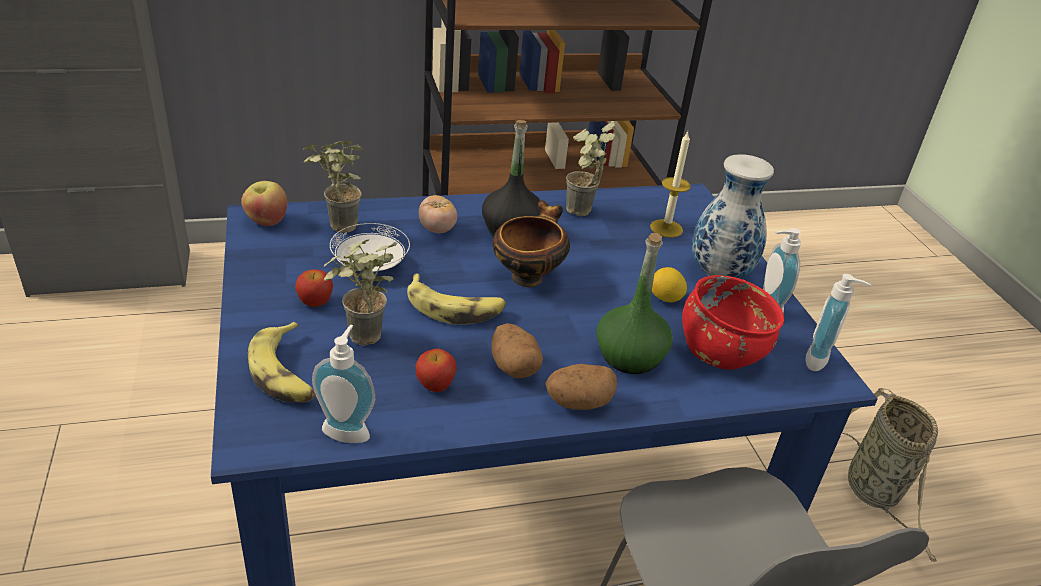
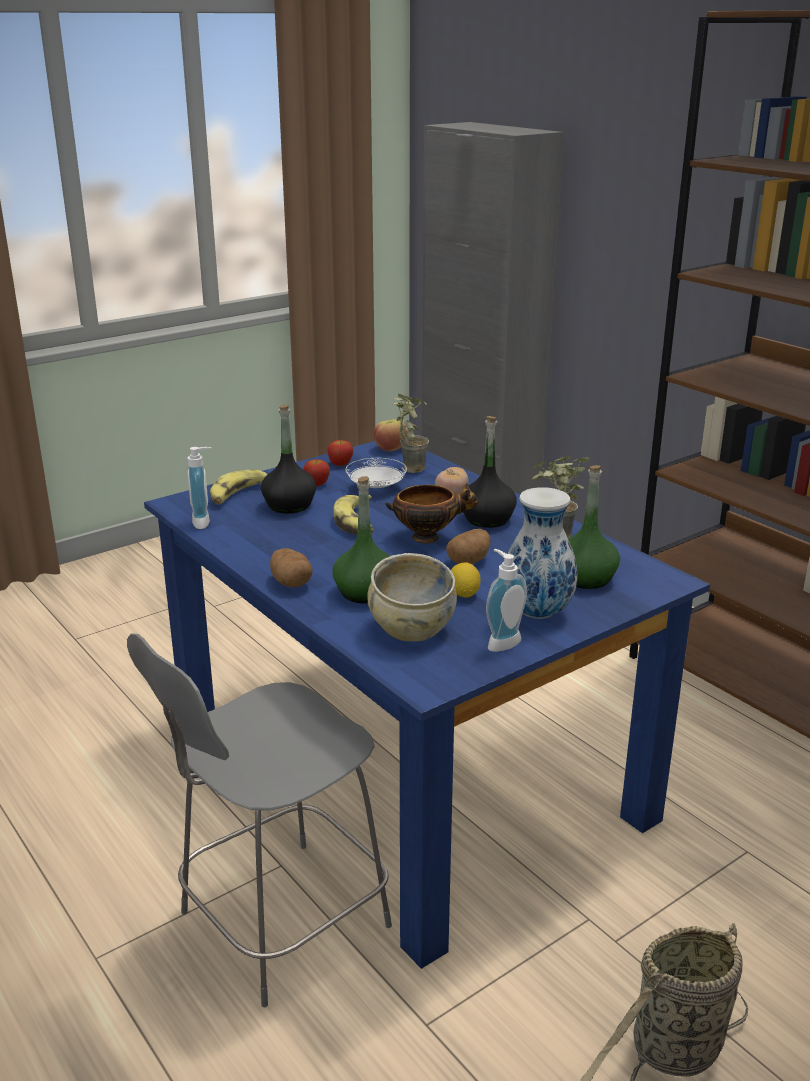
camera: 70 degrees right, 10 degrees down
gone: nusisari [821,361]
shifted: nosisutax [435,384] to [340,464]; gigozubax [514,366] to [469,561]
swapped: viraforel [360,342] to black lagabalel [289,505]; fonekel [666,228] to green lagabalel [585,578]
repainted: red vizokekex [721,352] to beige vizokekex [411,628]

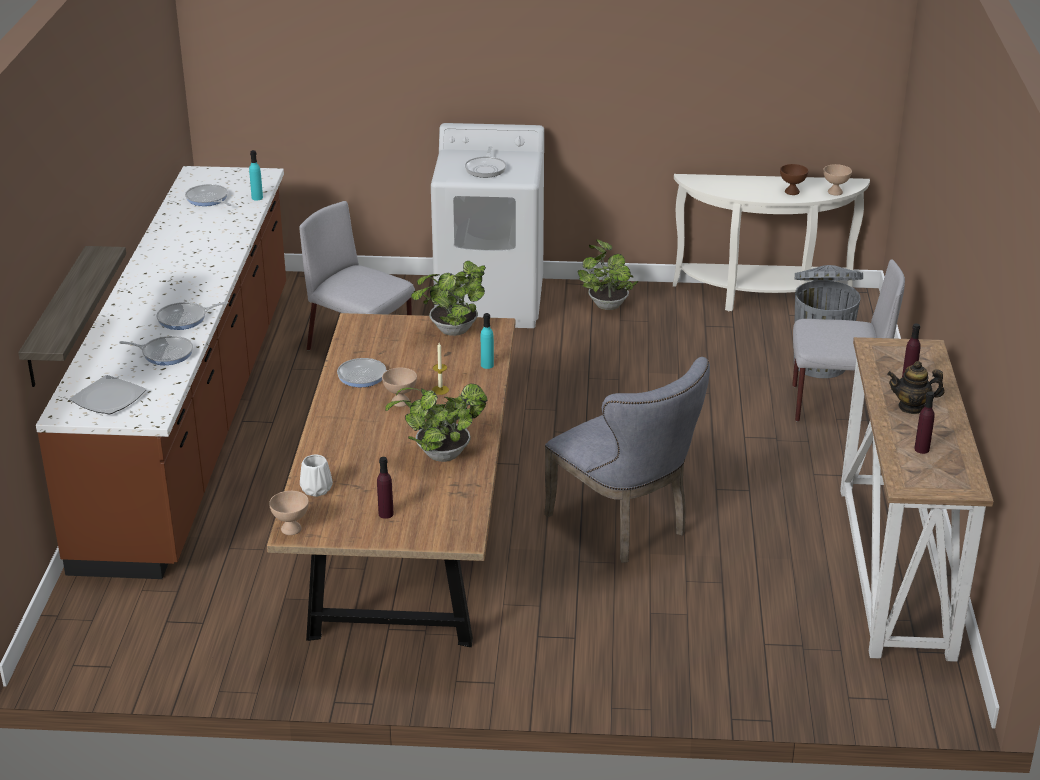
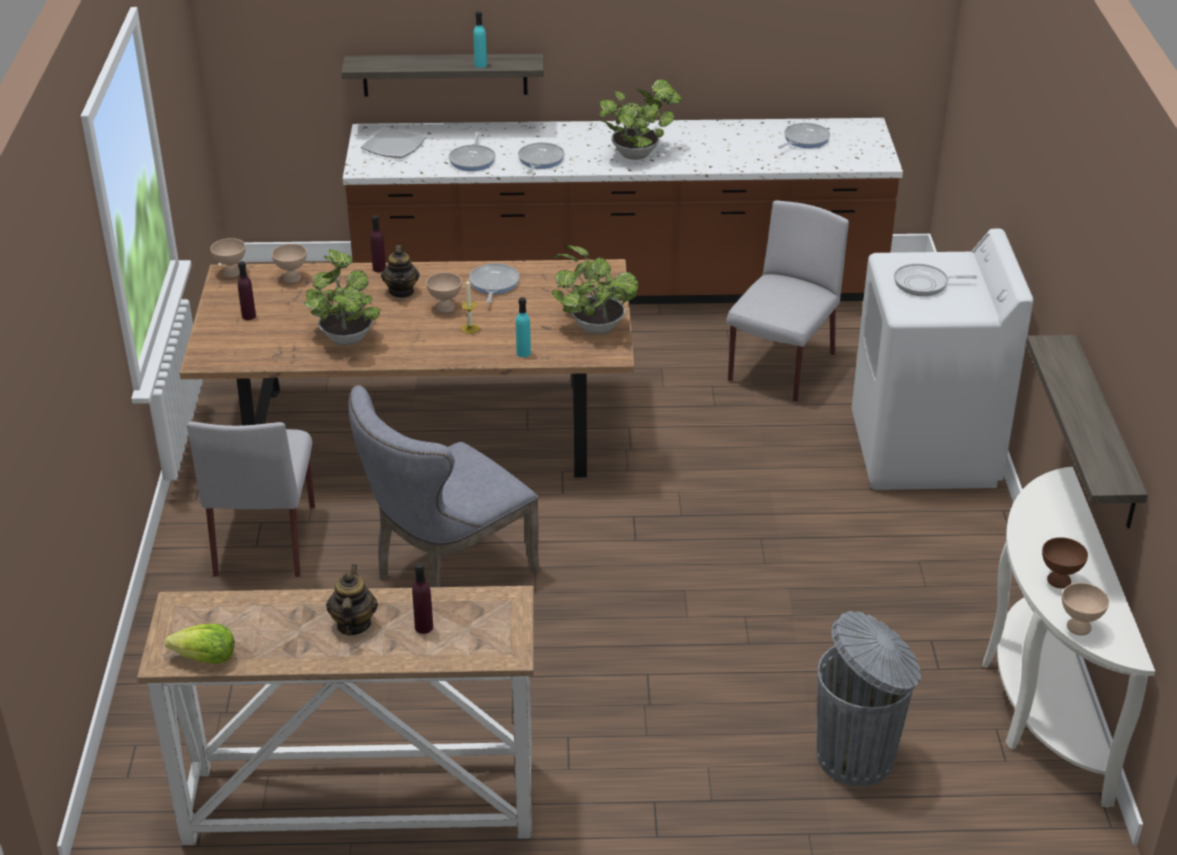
camera: 85 degrees right, 5 degrees up
new: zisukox [206,659]; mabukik [401,291]; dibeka [1104,433]
shifted: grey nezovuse [836,405] to [265,539]; purple lagabalel [921,449] to [379,268]; turquoise lagabalel [257,198] to [480,65]; viraforel [606,304] to [638,154]
swapped: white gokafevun [315,489] to beige vizokekex [291,278]
rotated: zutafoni [185,319] = [540,160] 45 degrees clockwise

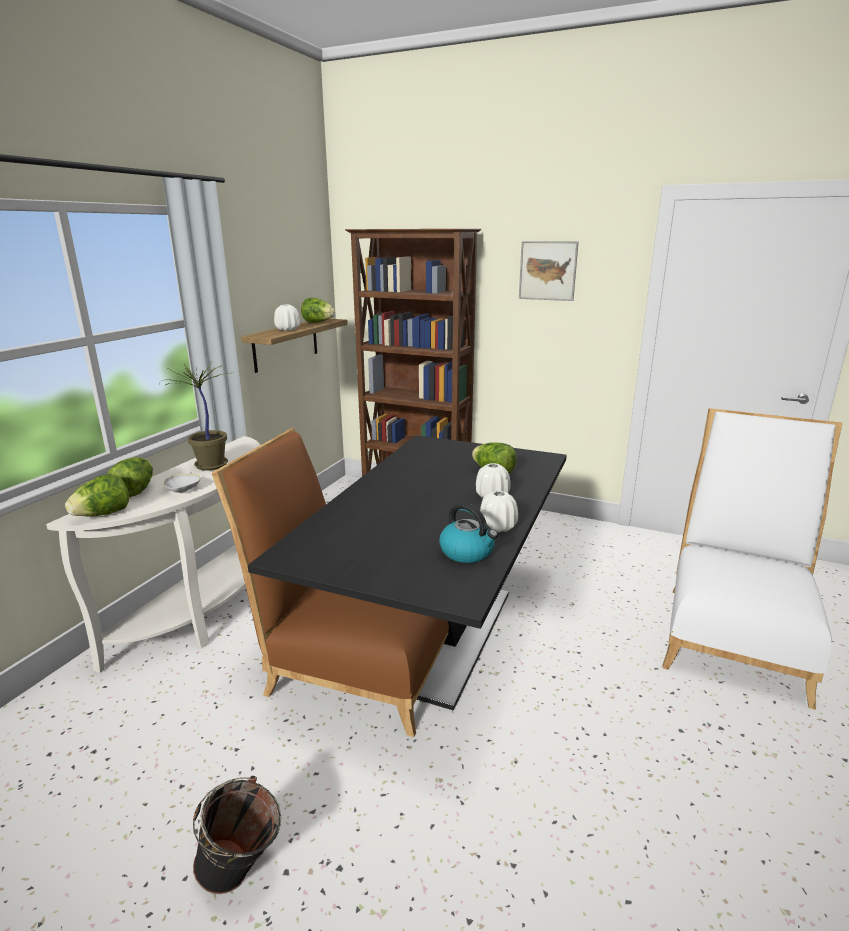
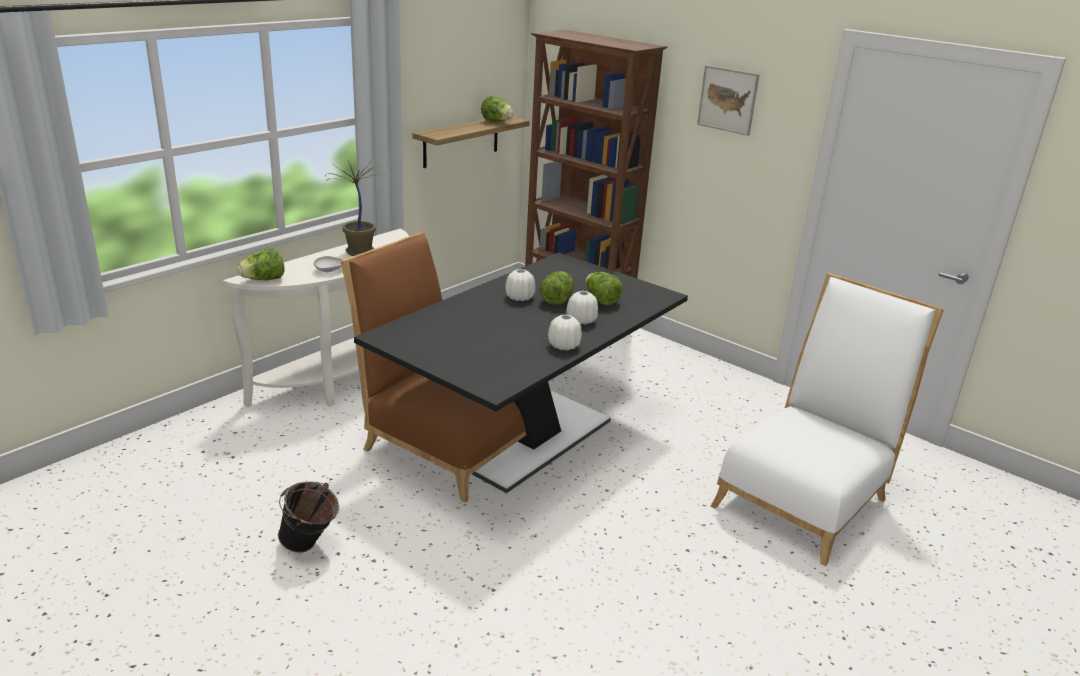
camera: 15 degrees right, 5 degrees up
gone: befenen [468,552]
shifted: white gokafevun [287,329] to [519,297]; zisukox [135,490] to [557,300]

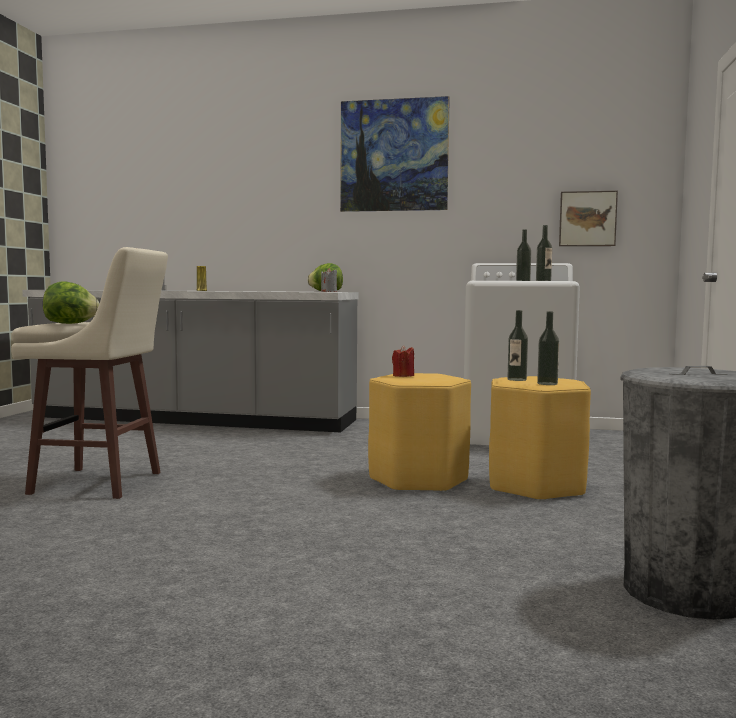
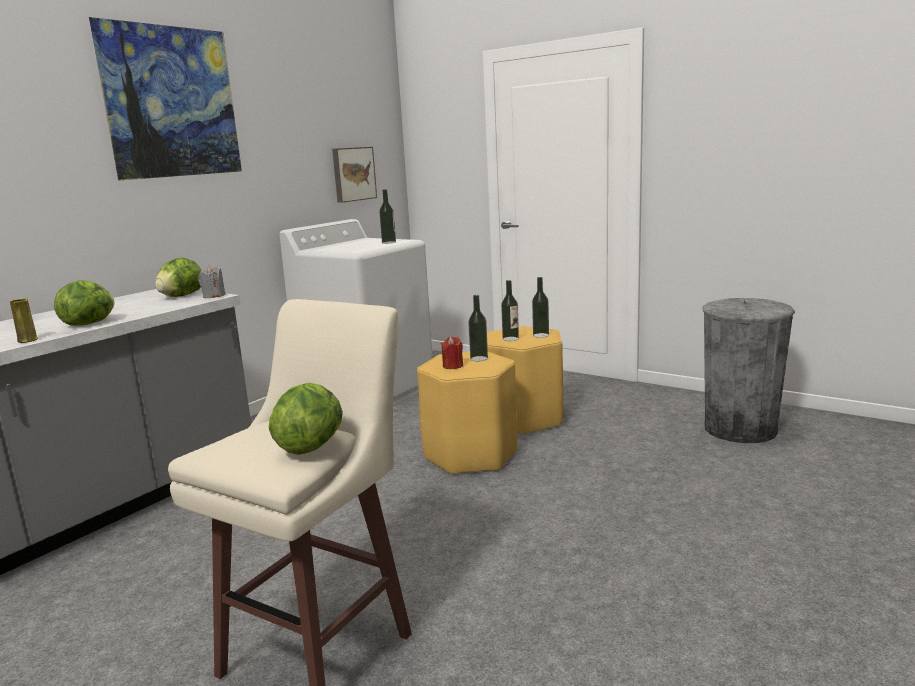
camera: 65 degrees left, 10 degrees up
new: zisukox [90,323]
shifted: lagabalel [523,281] to [479,358]

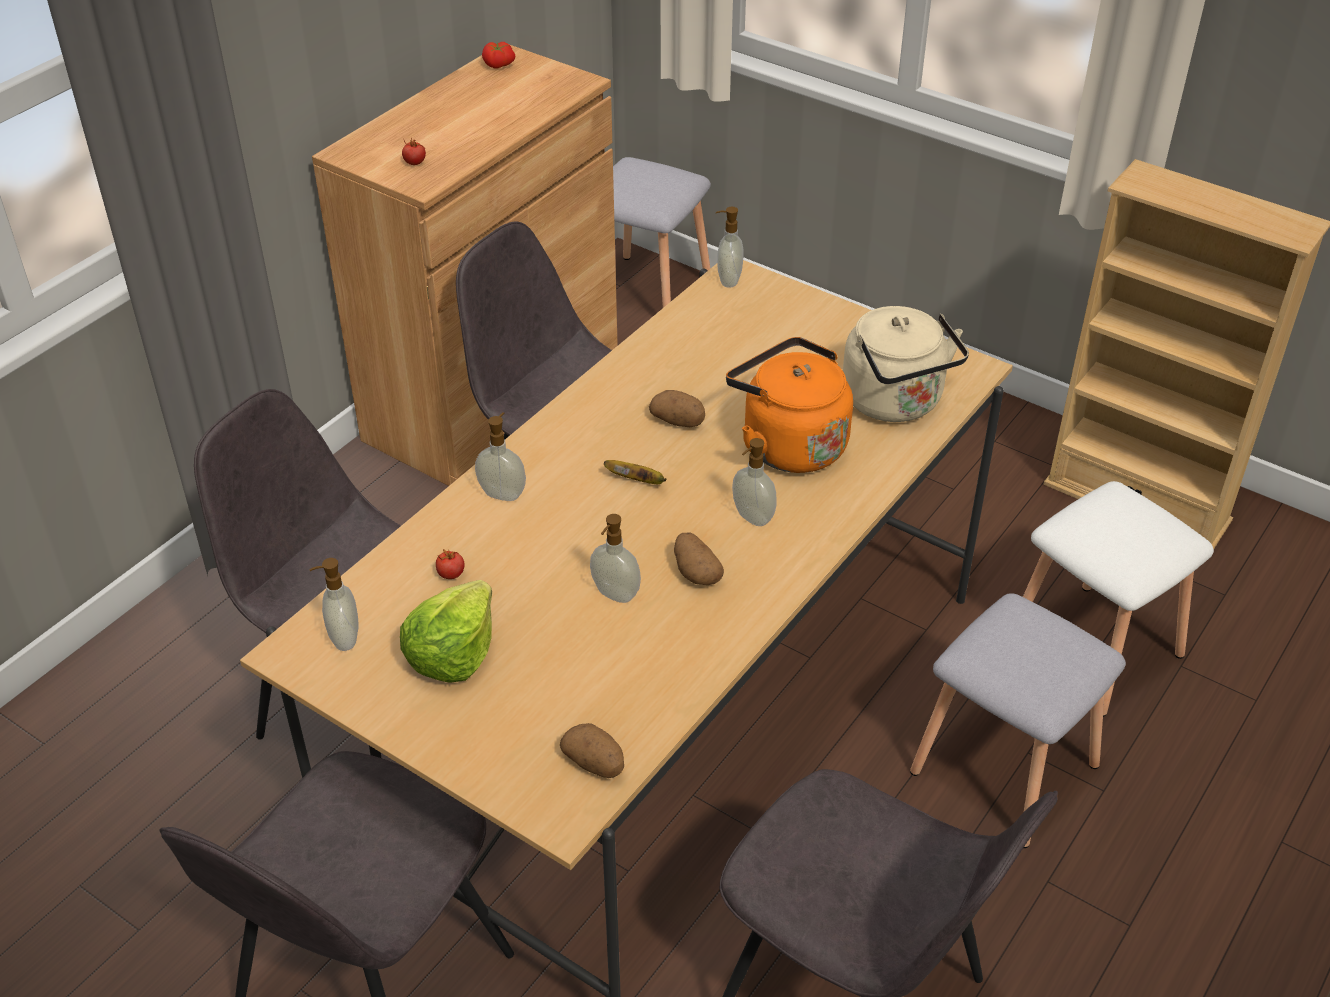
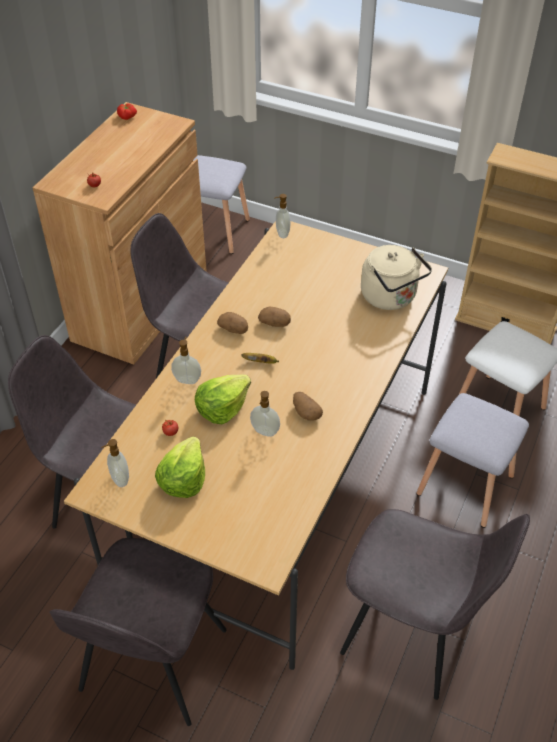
camera: 10 degrees left, 5 degrees up
gone: orange befenen [788,444]; nusisari [751,517]
new: zisukox [222,408]
shifted: gigozubax [595,763] to [234,329]

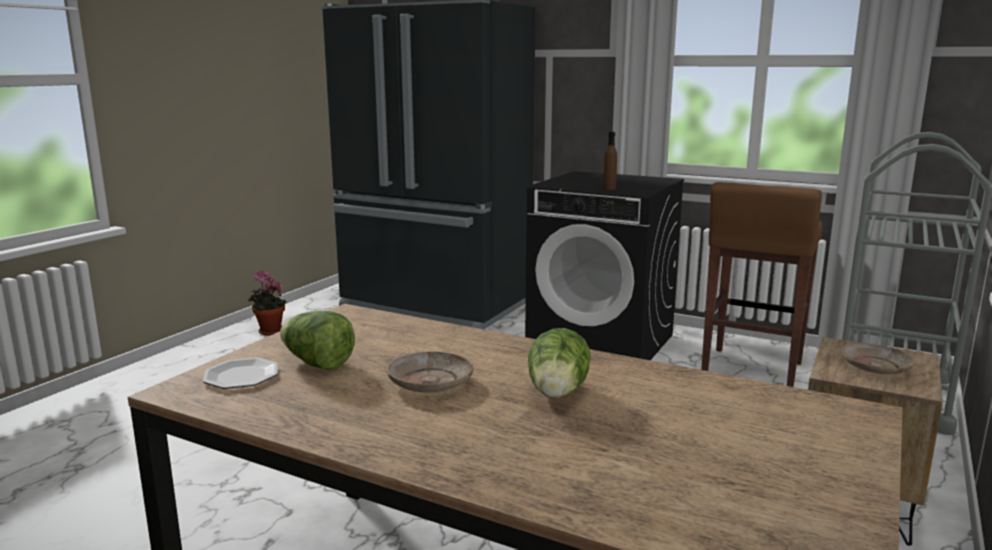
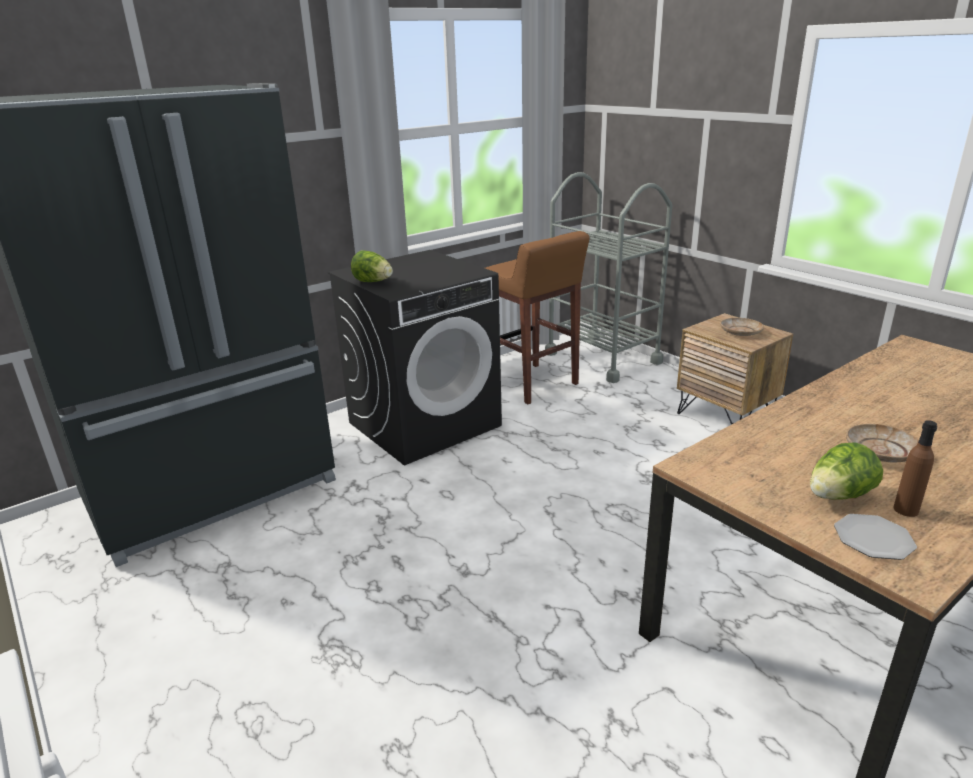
camera: 65 degrees left, 10 degrees up
gone: viraforel [269,332]
shifted: zisukox [557,394] to [373,282]; brown lagabalel [609,188] to [906,510]

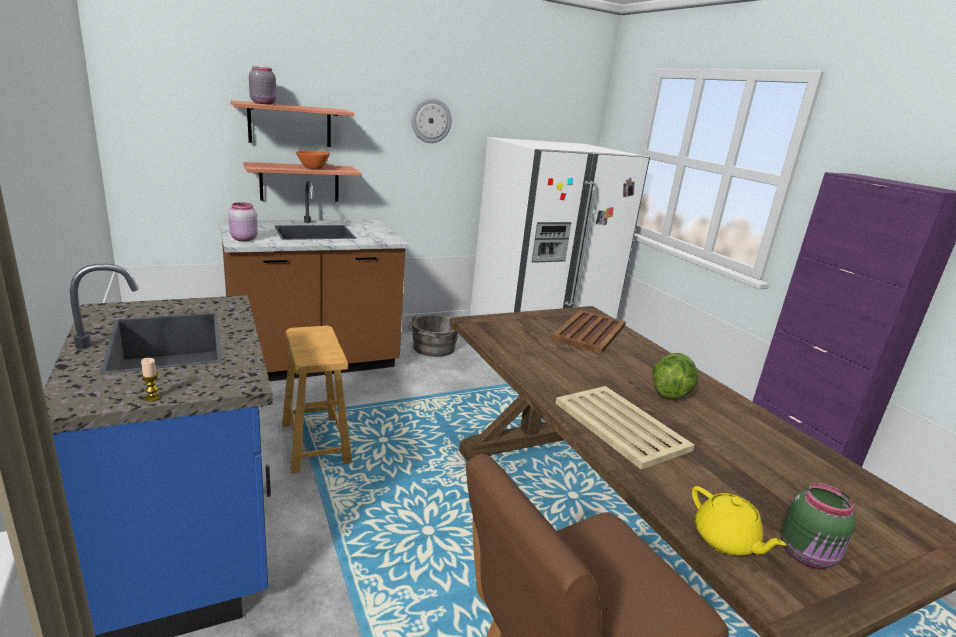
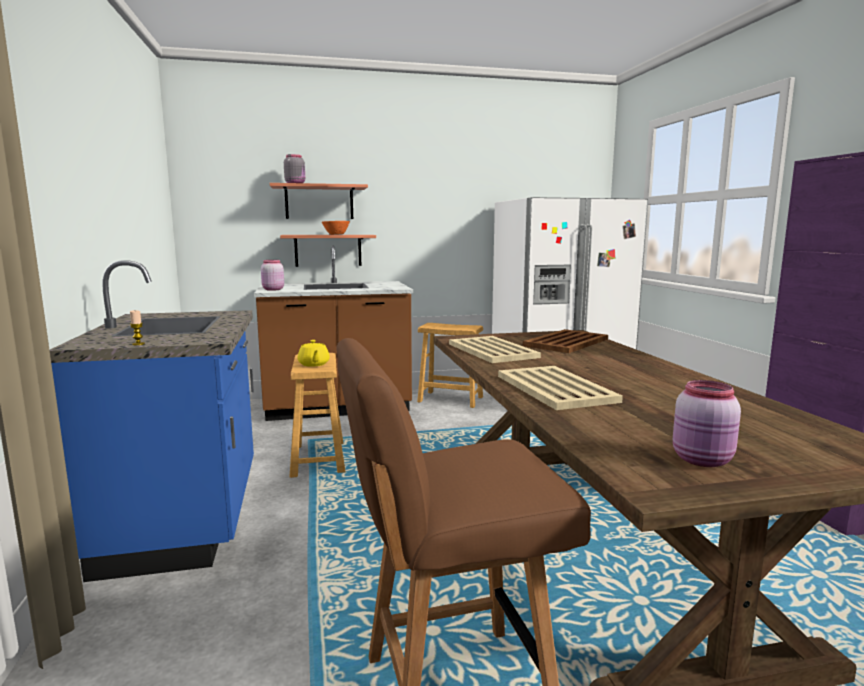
camera: 15 degrees right, 10 degrees down
gone: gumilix [431,120]; zisukox [670,393]
new: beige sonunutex [492,350]
shifted: yellow mabukik [725,540] to [313,364]
swapped: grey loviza [433,349] to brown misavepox [450,399]
repainted: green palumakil [808,555] to pink palumakil [703,460]

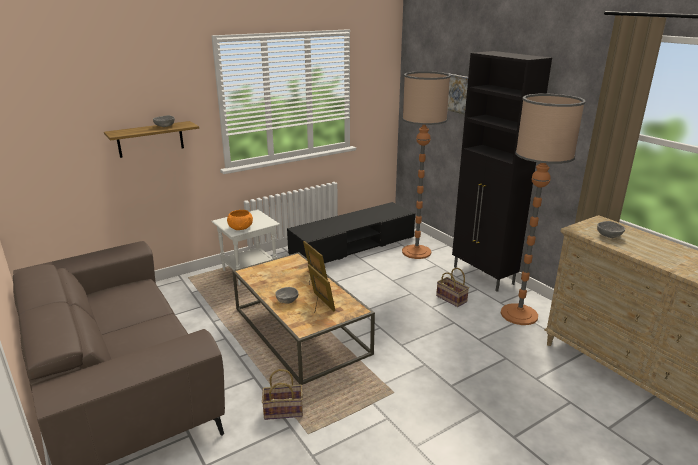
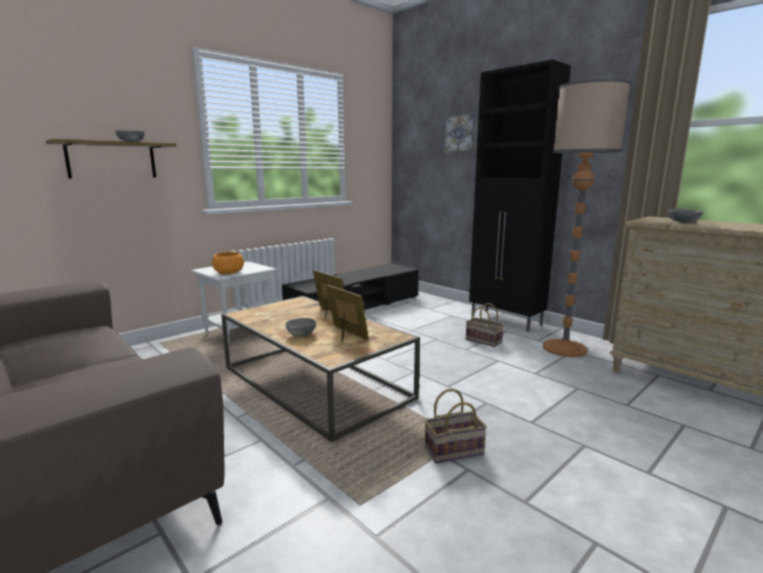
camera: 10 degrees left, 10 degrees down
gone: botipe [416,252]
shifted: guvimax [284,410] to [454,449]

